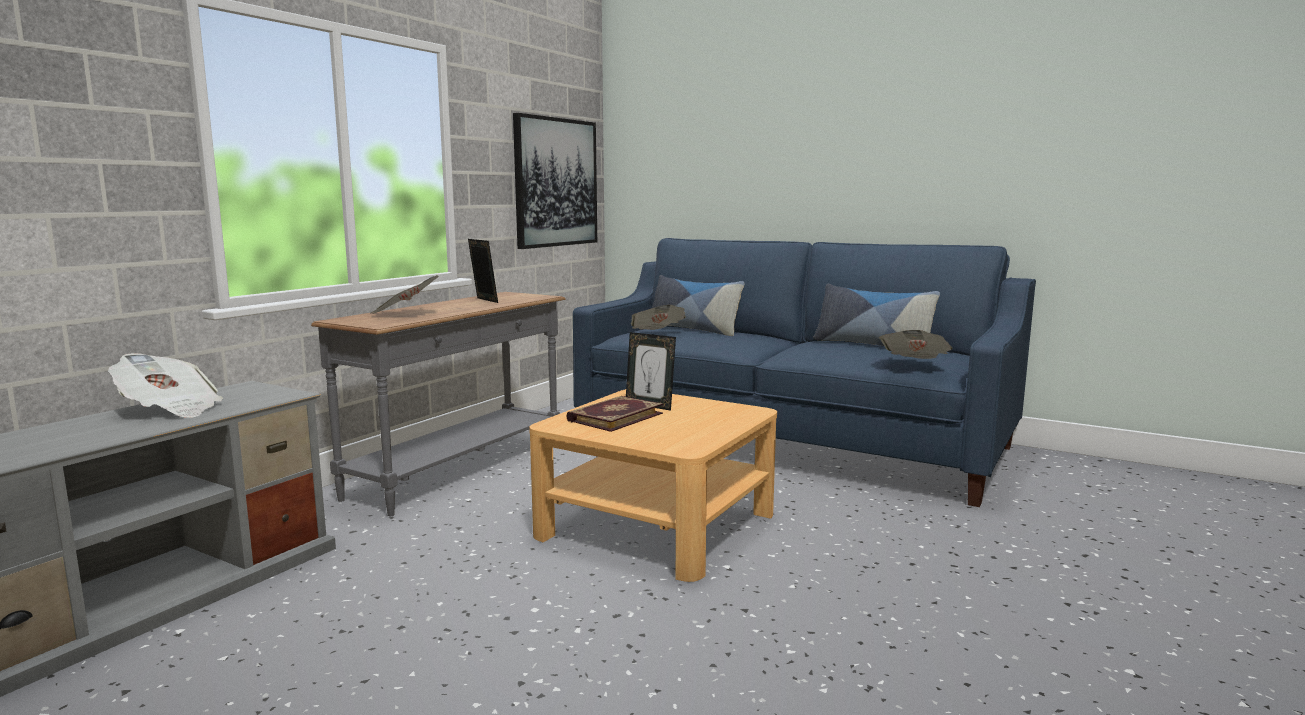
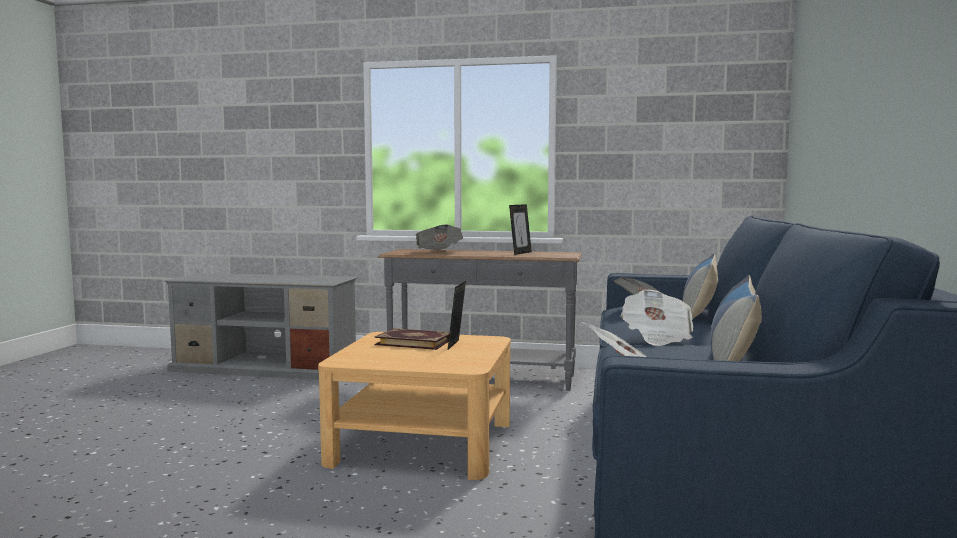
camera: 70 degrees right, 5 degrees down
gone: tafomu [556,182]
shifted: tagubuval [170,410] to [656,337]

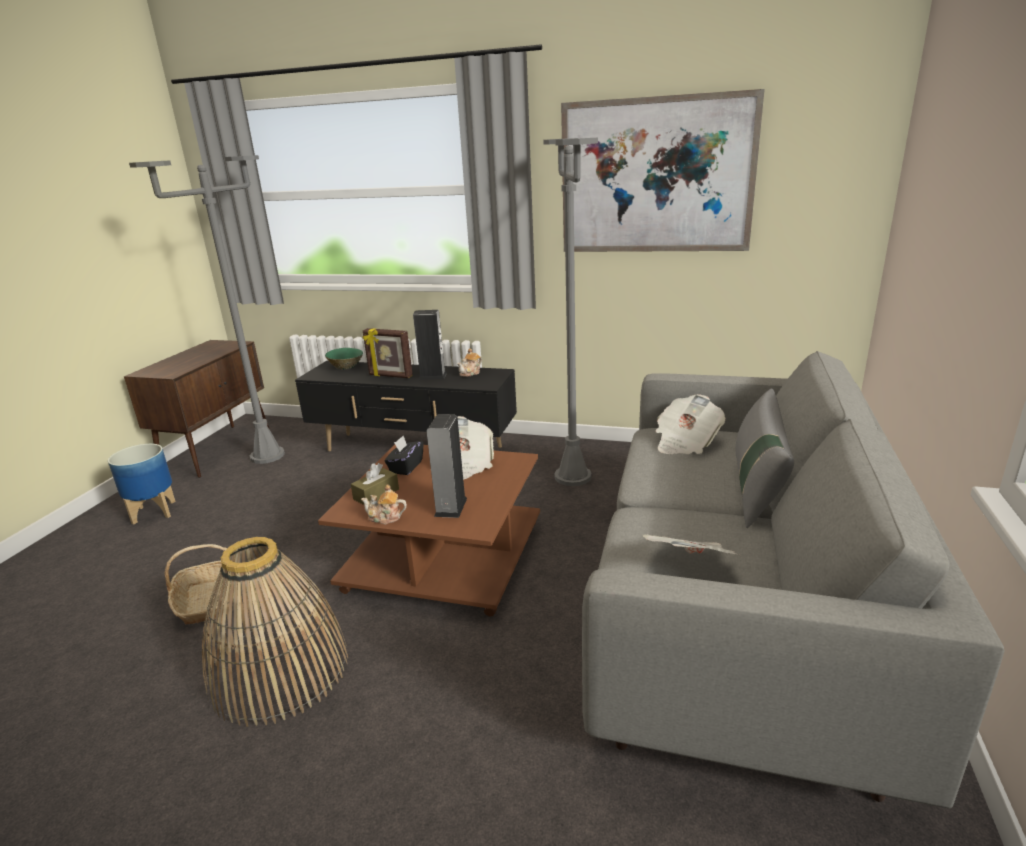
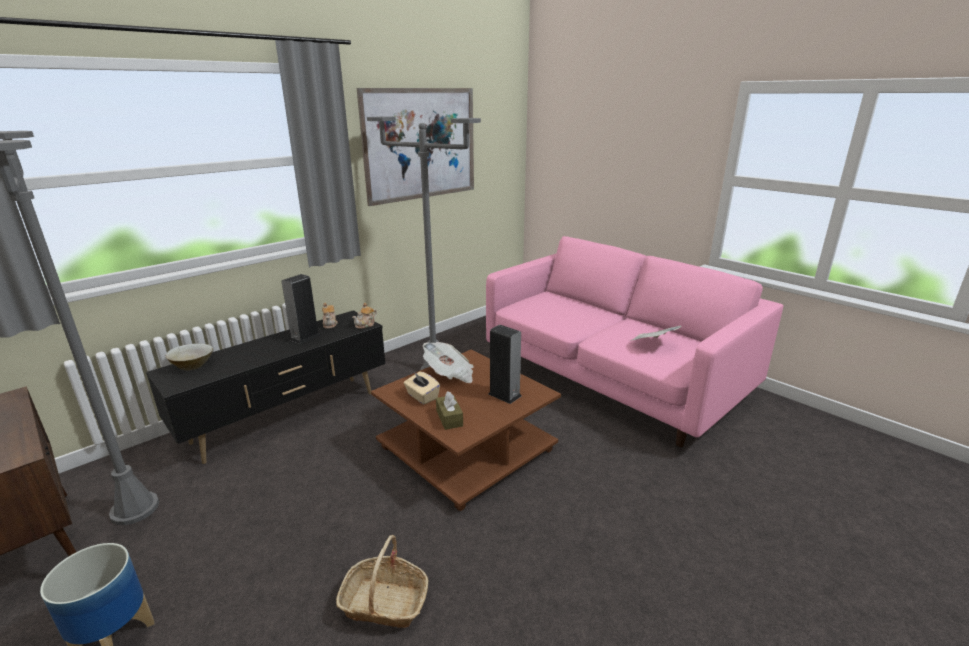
camera: 60 degrees left, 0 degrees up
gone: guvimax [279,670]; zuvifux [390,376]; tagubuval [685,442]; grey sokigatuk [756,487]
shifted: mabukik [385,518] to [366,325]
repainted: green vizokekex [346,367] to beige vizokekex [193,366]; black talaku [406,467] to beige talaku [422,396]; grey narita [737,614] to pink narita [613,379]

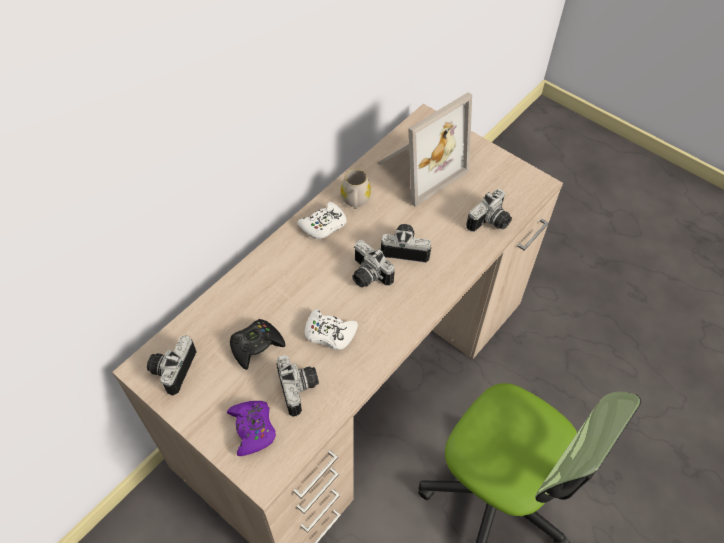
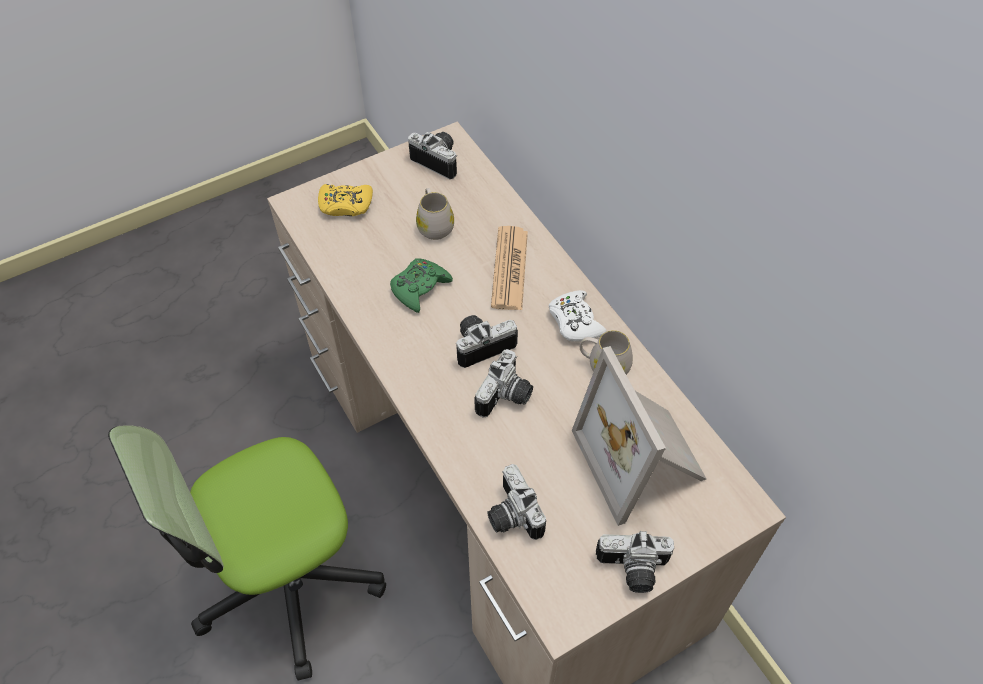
camera: 110 degrees right, 0 degrees up
new: tagubuval [509,269]
shifted: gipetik [300,389] to [632,571]
swapped: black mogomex [256,346] to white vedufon [434,225]
repainted: purple mogomex [253,429] to yellow mogomex [345,205]; white mogomex [329,333] to green mogomex [420,288]

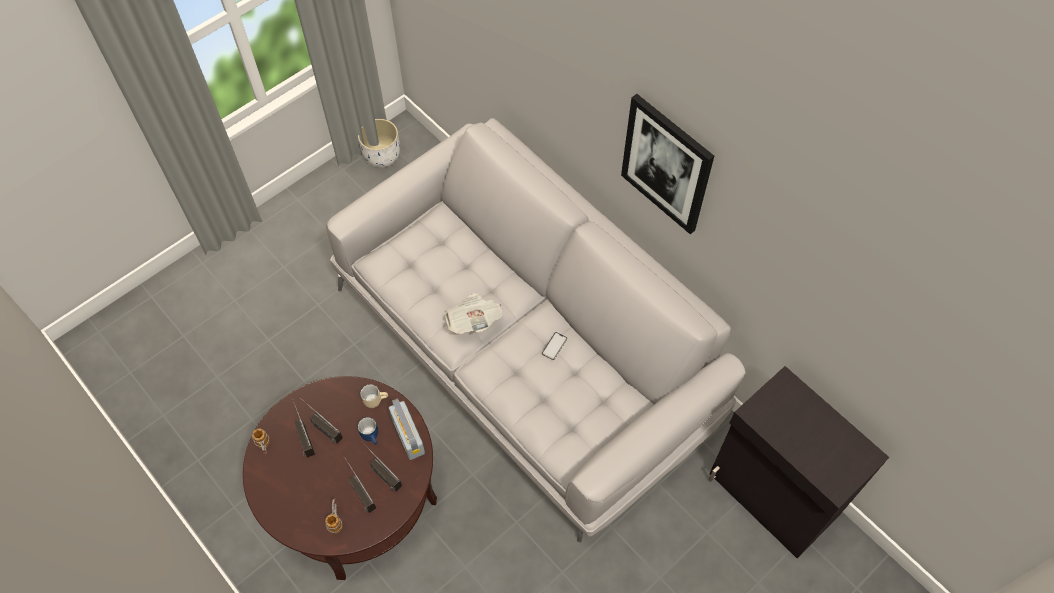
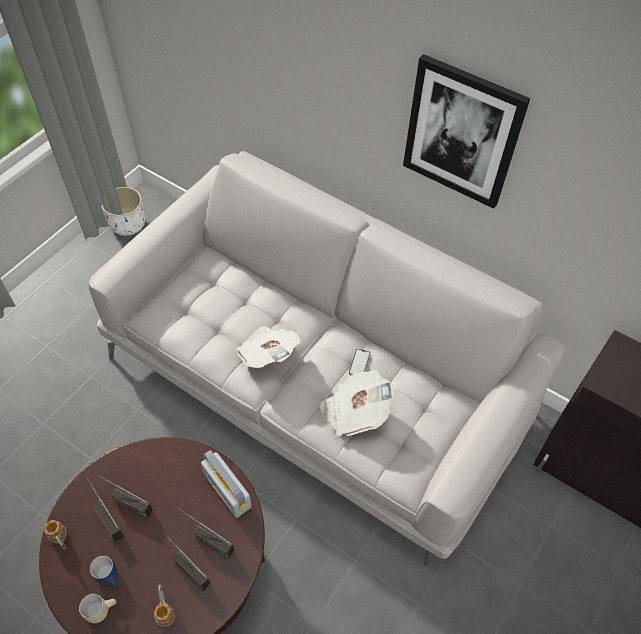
camera: 15 degrees left, 5 degrees down
new: tagubuval [355,411]
shifted: beige vedufon [375,399] to [100,609]; blue vedufon [372,435] to [110,576]

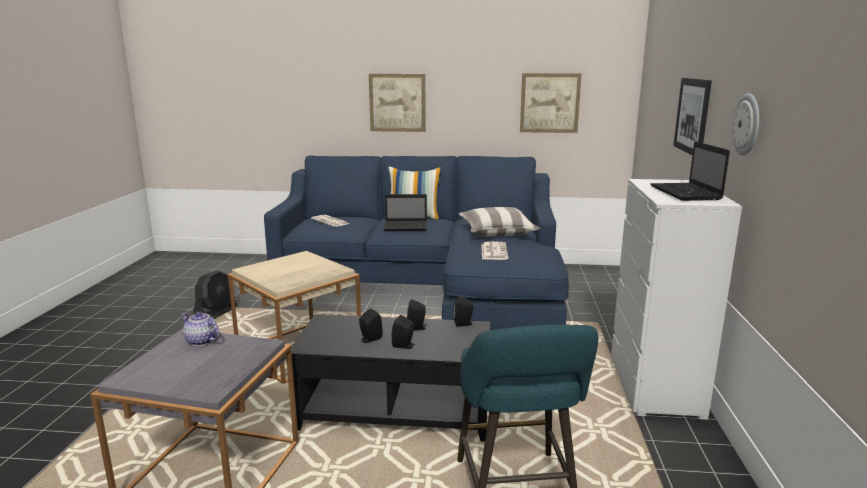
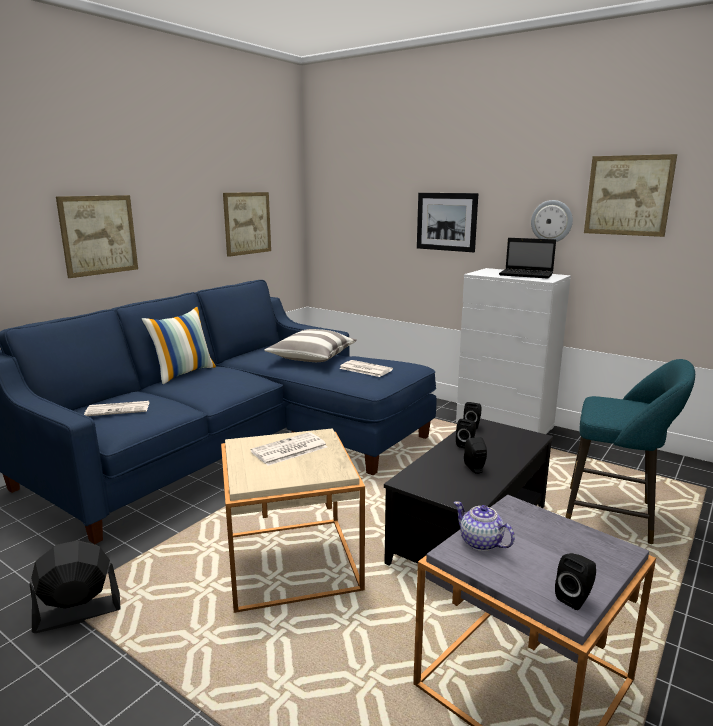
camera: 60 degrees left, 0 degrees up
gone: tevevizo [406,227]
new: tagubuval [288,450]; tafomu [628,195]
shifted: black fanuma [404,346] to [575,598]
rotated: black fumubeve [216,314] = [77,613] 75 degrees counterclockwise; mabukik [202,341] = [481,543] 75 degrees clockwise

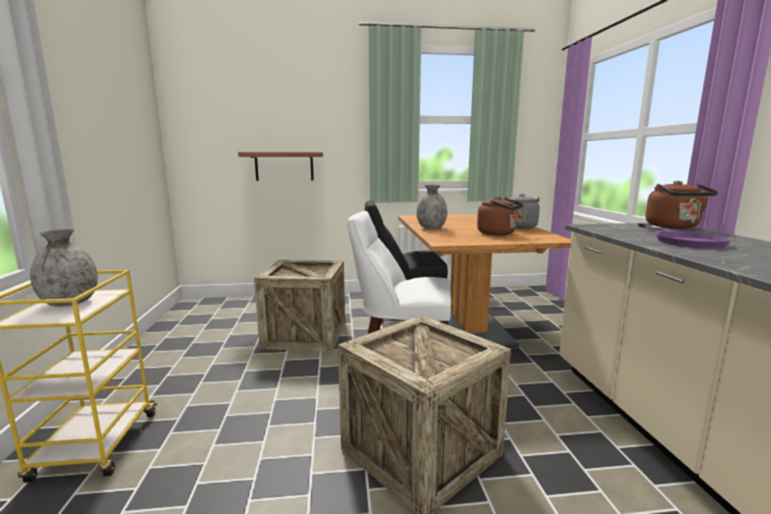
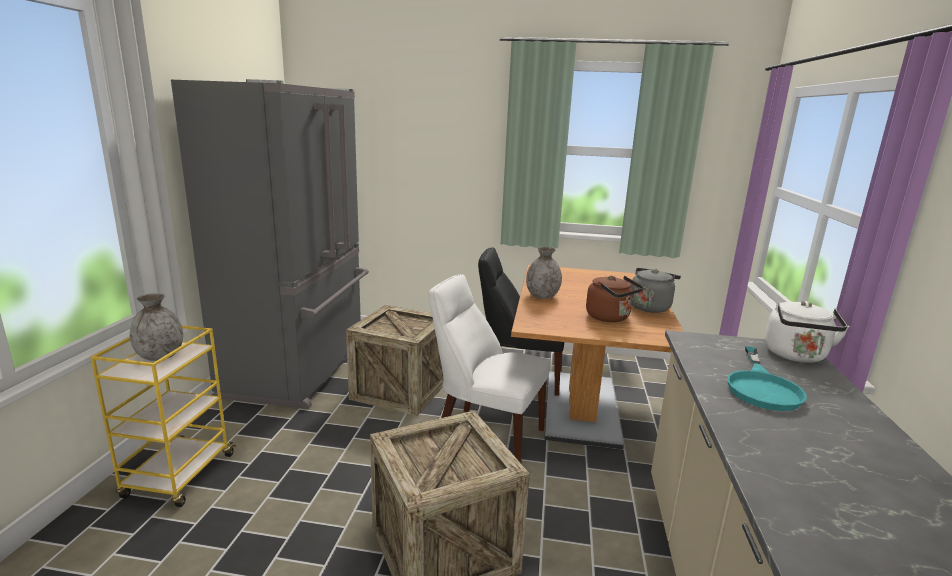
camera: 15 degrees right, 5 degrees up
gone: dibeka [284,166]
new: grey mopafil [301,368]
repainted: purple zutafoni [682,240] to turquoise zutafoni [762,387]; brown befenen [674,227] to white befenen [796,356]

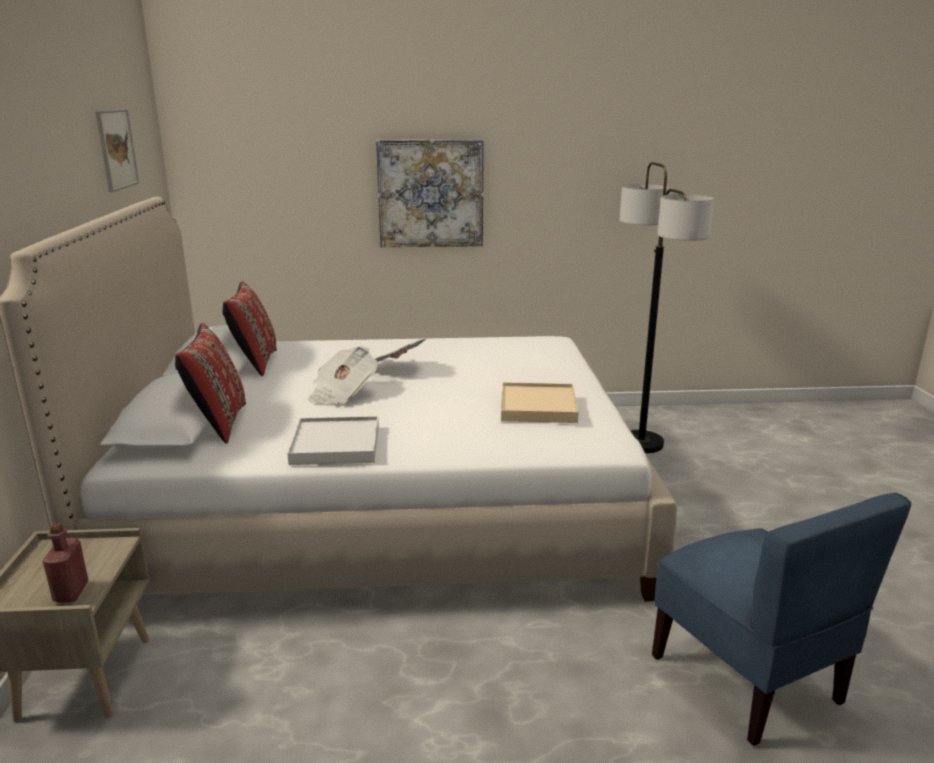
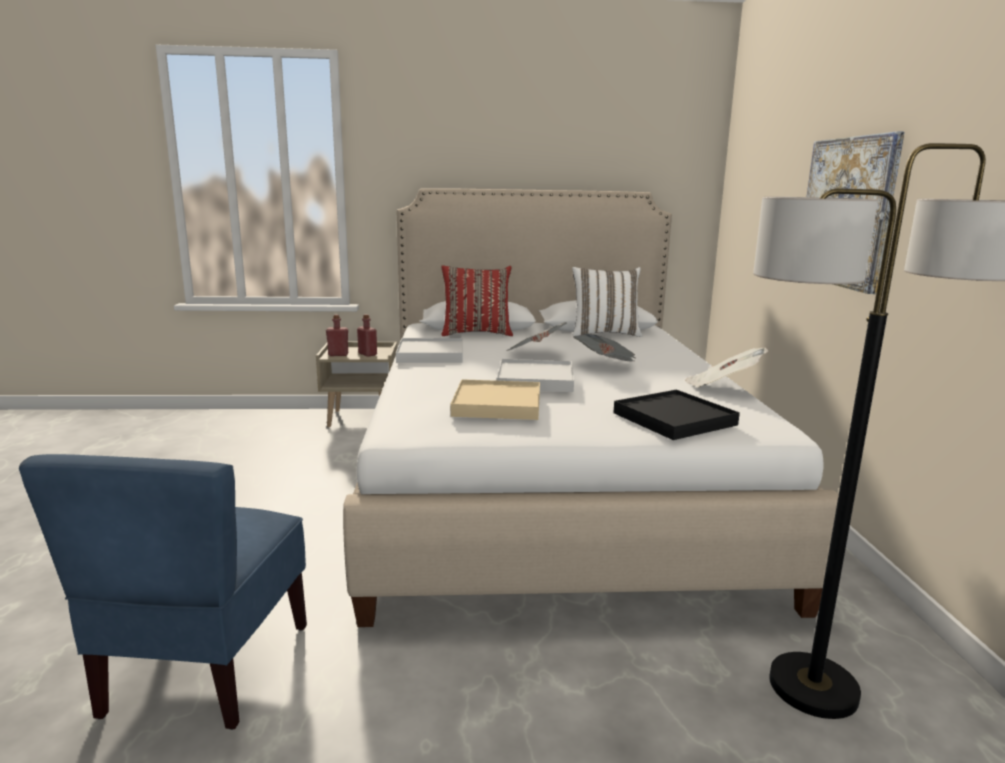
camera: 90 degrees right, 5 degrees down
gone: tafomu [116,149]
new: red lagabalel [367,354]; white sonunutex [535,380]; black sonunutex [674,419]; tagubuval [722,387]
repainted: red sokigatuk [254,363] to white sokigatuk [604,334]
rotated: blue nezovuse [747,678] = [205,669] 60 degrees counterclockwise

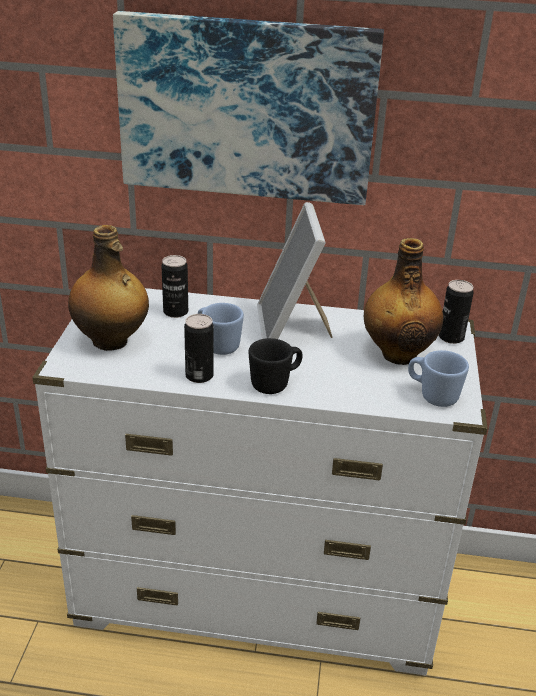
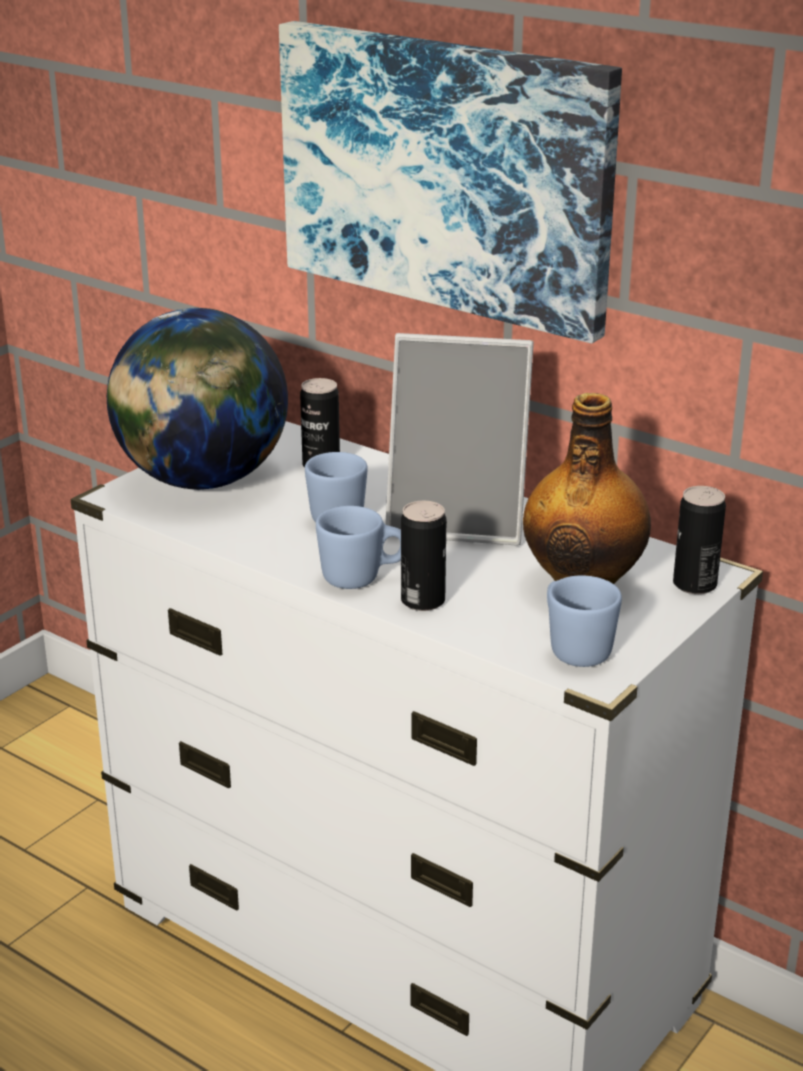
camera: 30 degrees right, 5 degrees down
shifted: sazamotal [199,376] to [423,601]
swapped: lagabalel [111,341] to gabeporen [202,481]
repainted: black vedufon [275,383] to blue vedufon [362,578]
rotated: zuvifux [292,329] = [459,520] 105 degrees counterclockwise

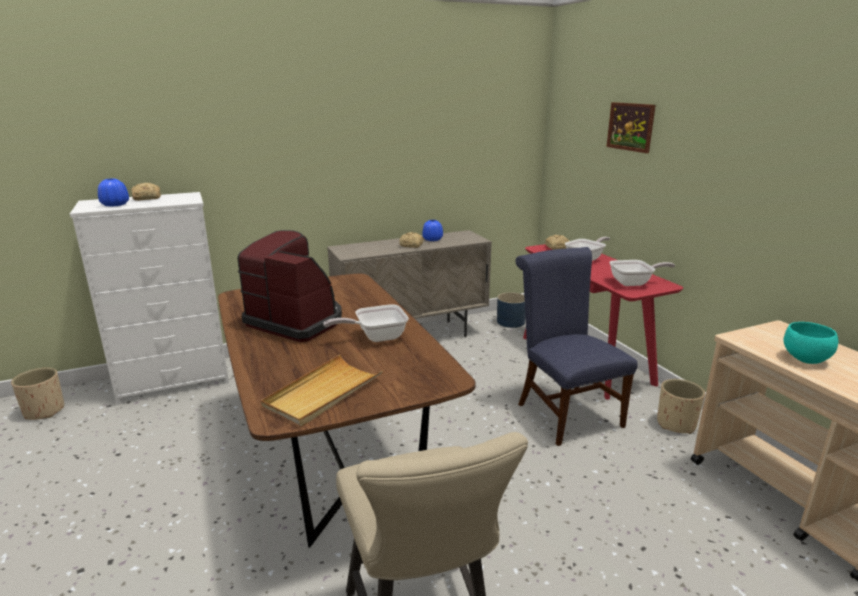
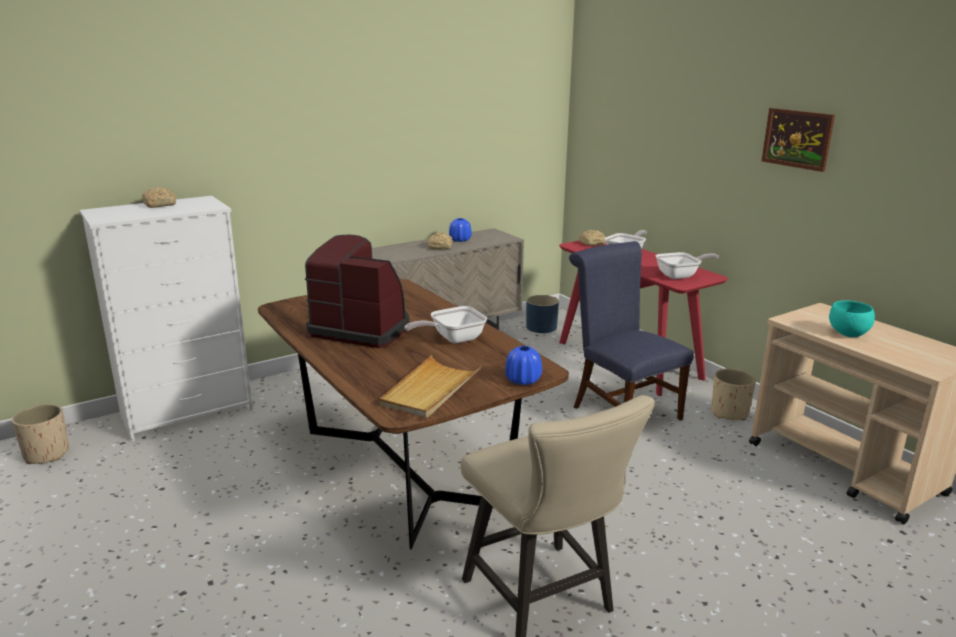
camera: 10 degrees left, 0 degrees up
shifted: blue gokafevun [115,205] to [523,380]; tafomu [630,127] to [797,139]

